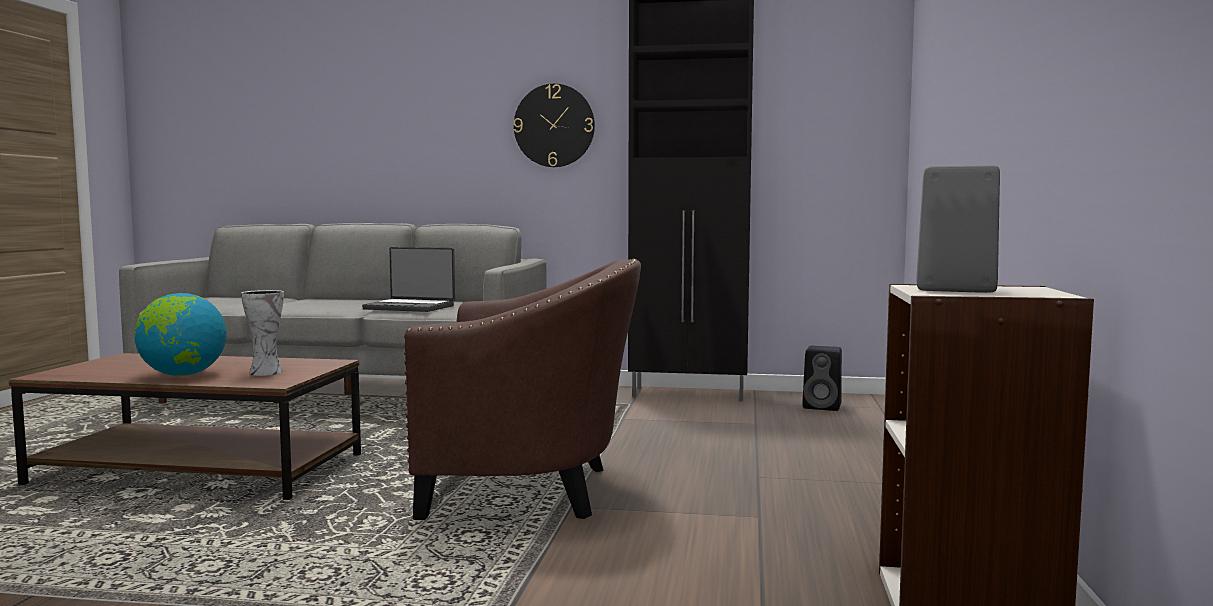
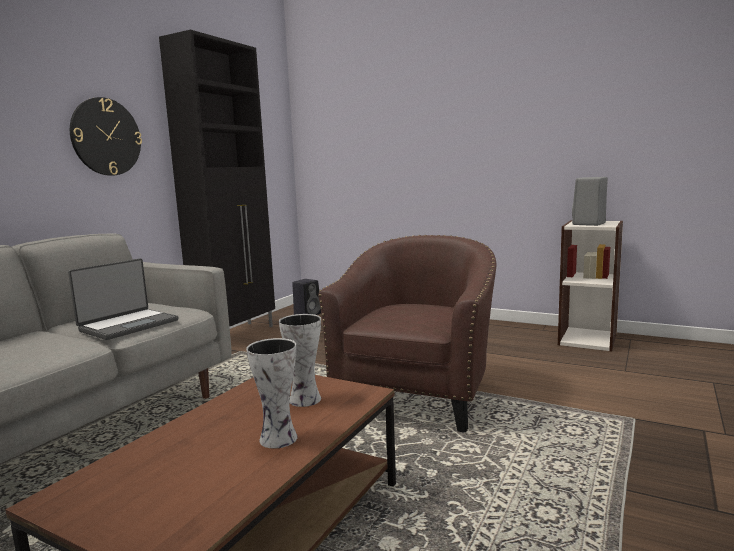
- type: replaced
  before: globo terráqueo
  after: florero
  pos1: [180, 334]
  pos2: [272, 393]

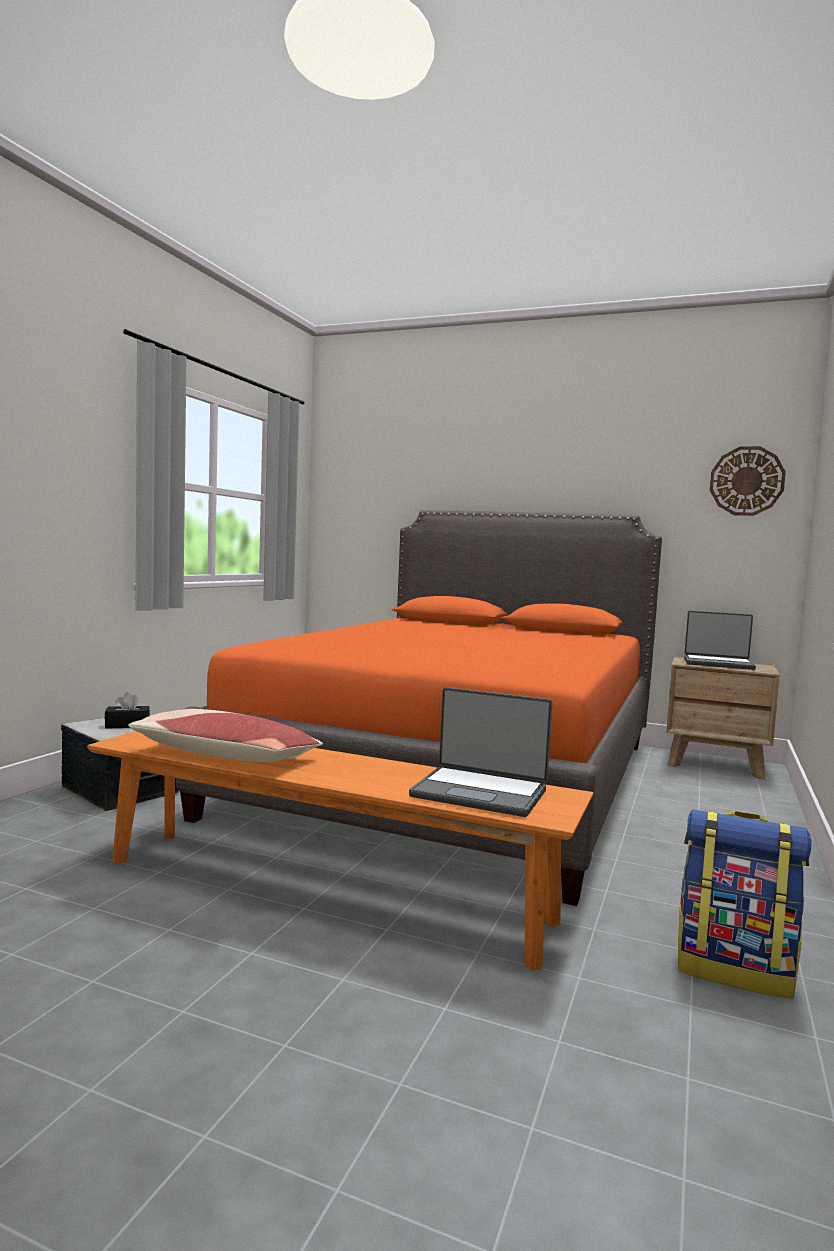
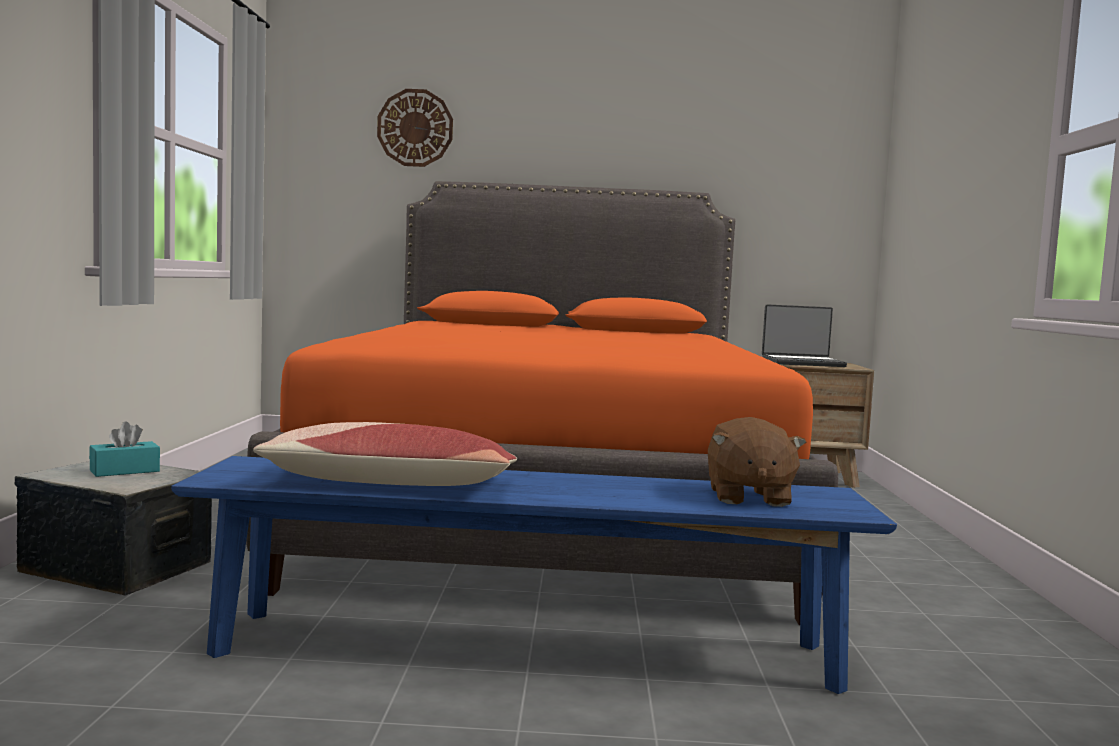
- type: moved
  before: reloj de pared
  pos1: [748, 481]
  pos2: [415, 128]
- type: replaced
  before: portátil
  after: peluche (marrón)
  pos1: [481, 752]
  pos2: [757, 462]
- type: recoloured
  before: caja de pañuelos (negro)
  after: caja de pañuelos (turquesa)
  pos1: [127, 710]
  pos2: [124, 449]
- type: recoloured
  before: banco (naranja)
  after: banco (azul)
  pos1: [340, 850]
  pos2: [534, 575]
- type: removed
  before: mochila
  pos1: [745, 904]

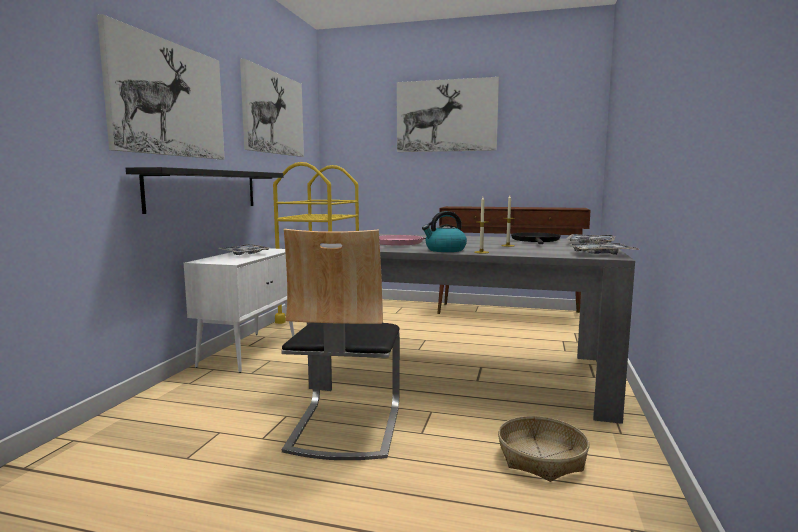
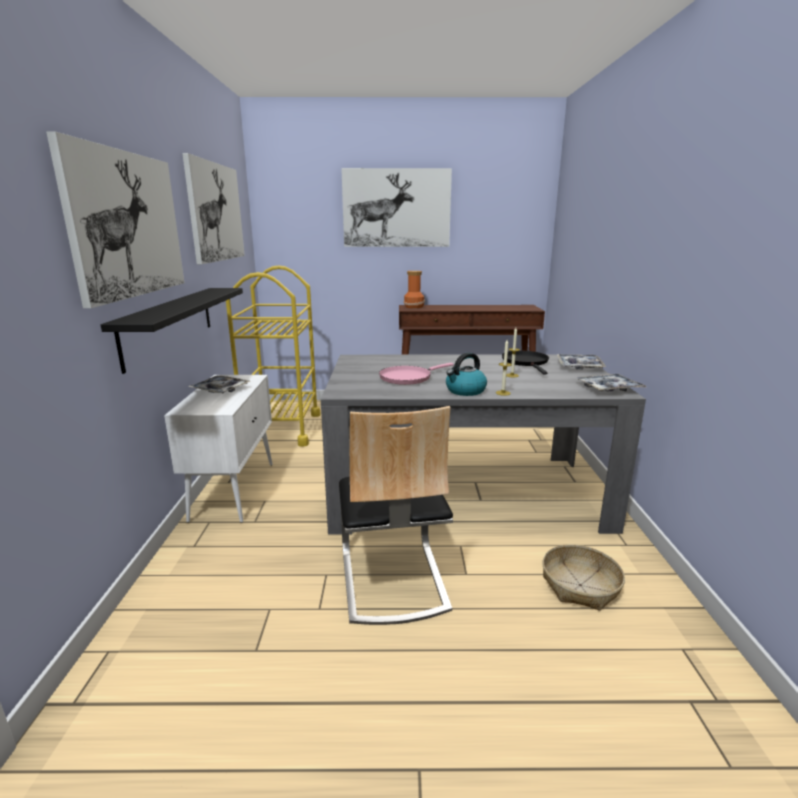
- type: added
  after: florero
  pos2: [414, 289]

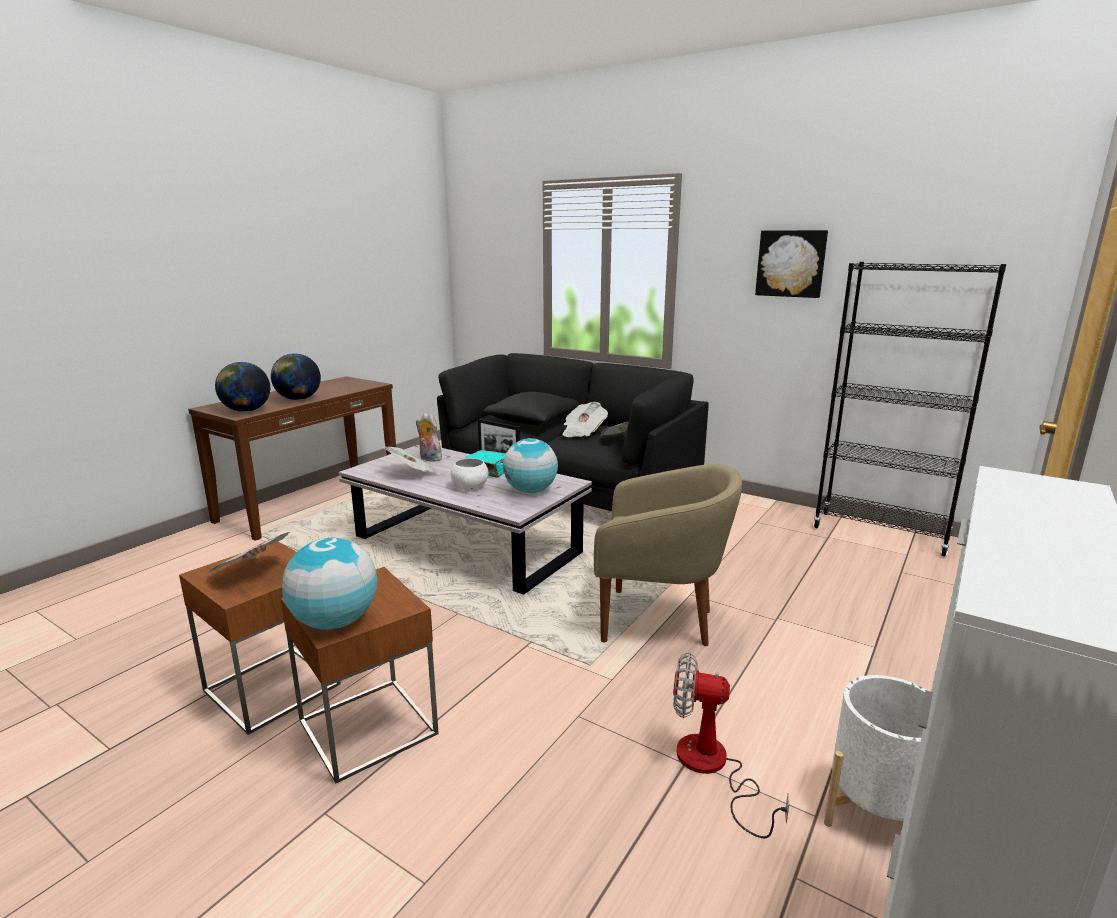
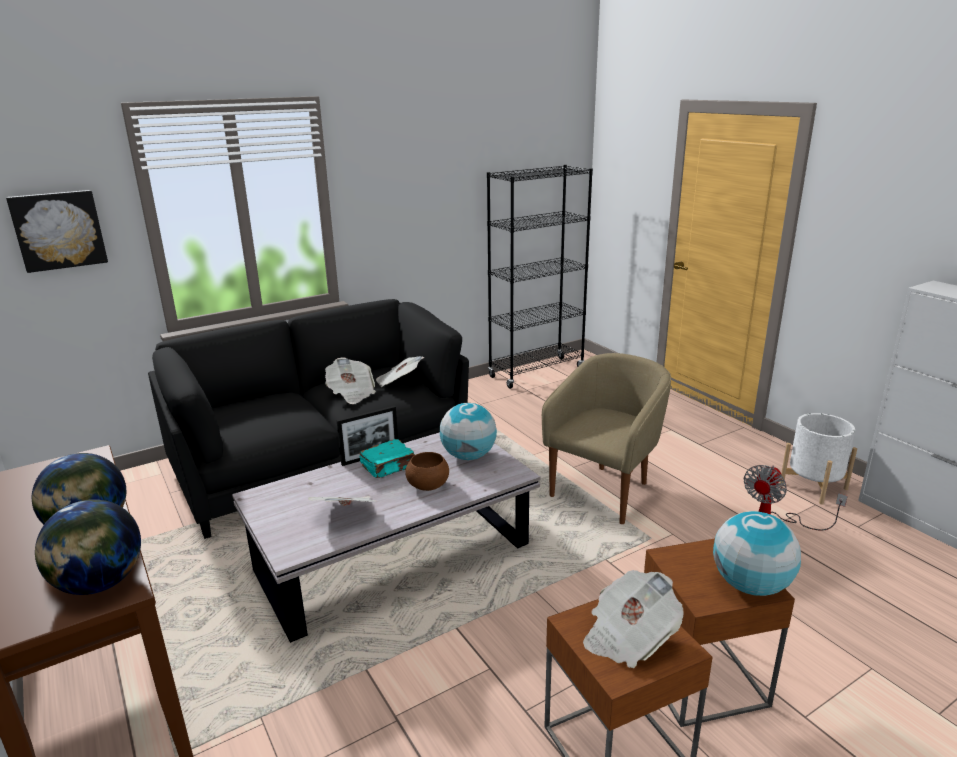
- type: moved
  before: cuadro
  pos1: [791, 264]
  pos2: [57, 231]
- type: removed
  before: cojín (negro)
  pos1: [531, 408]
- type: removed
  before: peluche
  pos1: [429, 437]
- type: recoloured
  before: cuenco (blanco)
  after: cuenco (marrón)
  pos1: [470, 474]
  pos2: [427, 471]

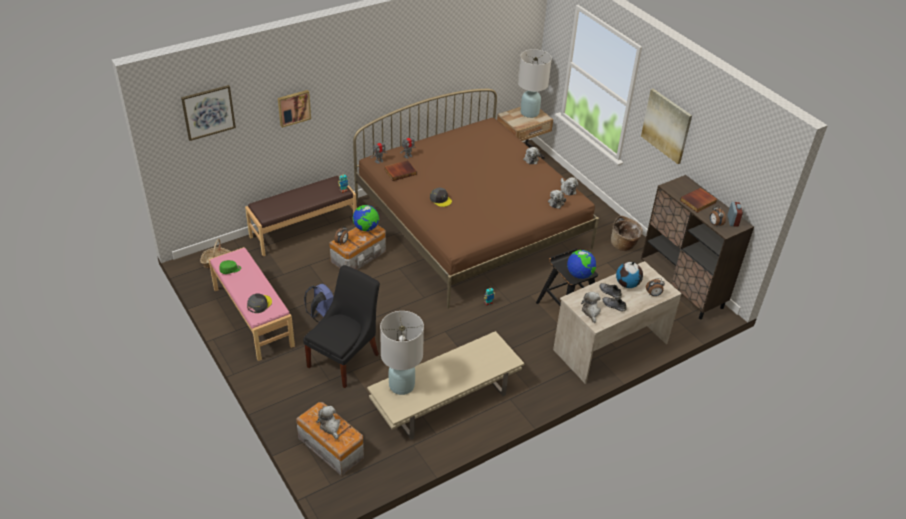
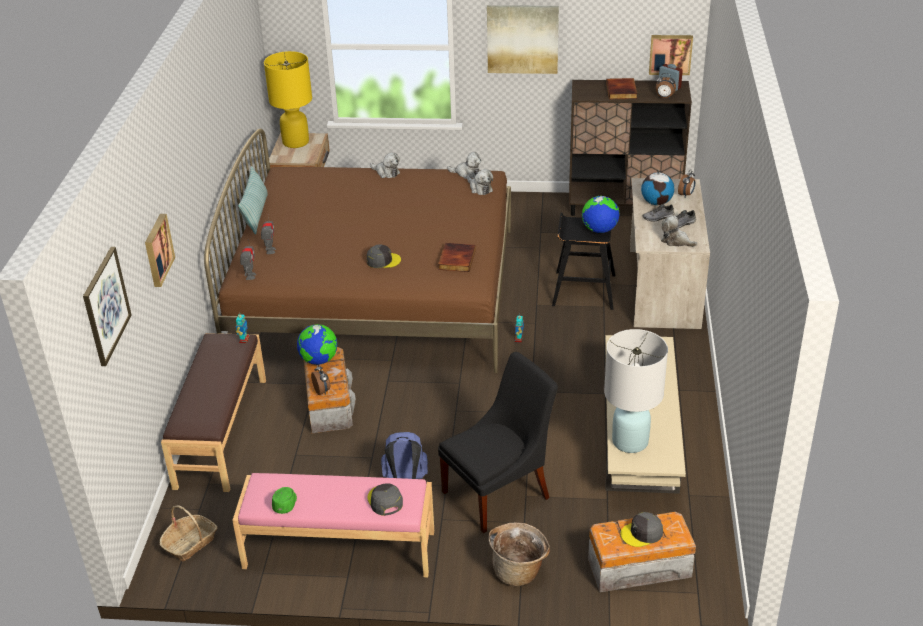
- type: recoloured
  before: lámpara de mesa (blanco)
  after: lámpara de mesa (amarillo)
  pos1: [535, 83]
  pos2: [288, 99]
- type: moved
  before: libro
  pos1: [400, 170]
  pos2: [457, 257]
- type: moved
  before: cesta
  pos1: [627, 233]
  pos2: [519, 554]
- type: turned
  before: silla (negro)
  pos1: [341, 326]
  pos2: [498, 442]
  turn: 75
- type: replaced
  before: peluche
  after: gorra (gris)
  pos1: [328, 422]
  pos2: [641, 529]
- type: added
  after: cuadro
  pos2: [671, 55]
- type: added
  after: cojín
  pos2: [253, 200]

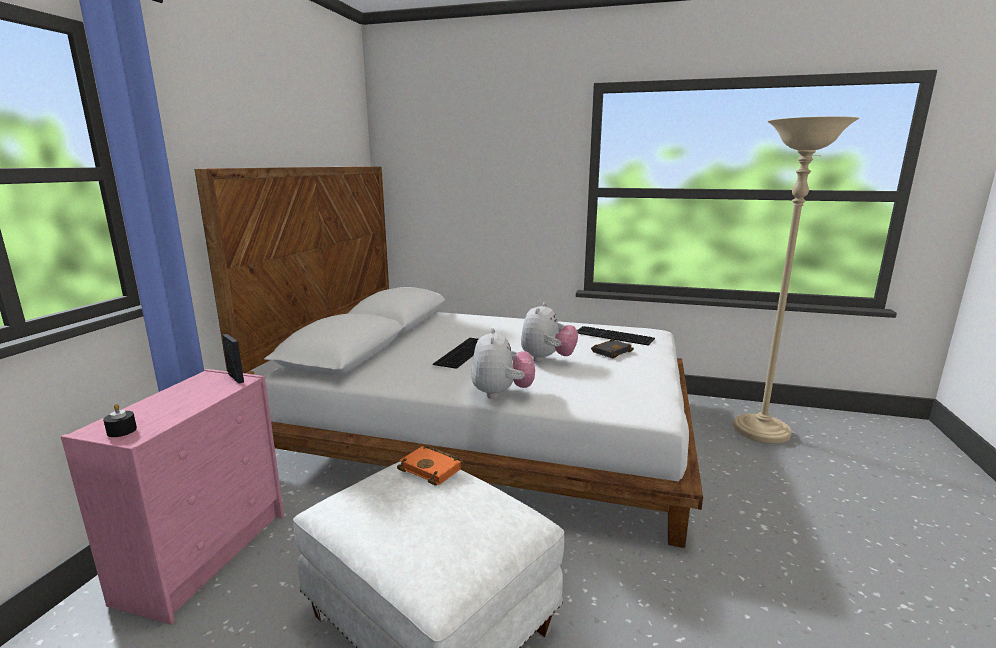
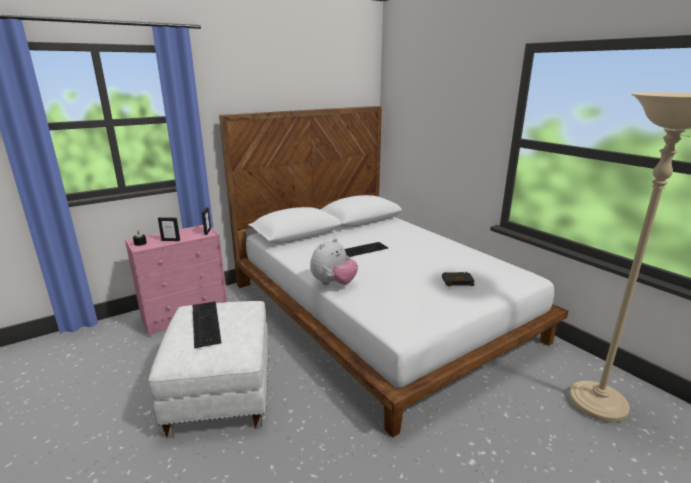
- type: removed
  before: peluche
  pos1: [549, 332]
- type: moved
  before: teclado
  pos1: [616, 336]
  pos2: [207, 324]
- type: removed
  before: libro (naranja)
  pos1: [430, 465]
- type: added
  after: portarretratos
  pos2: [169, 229]

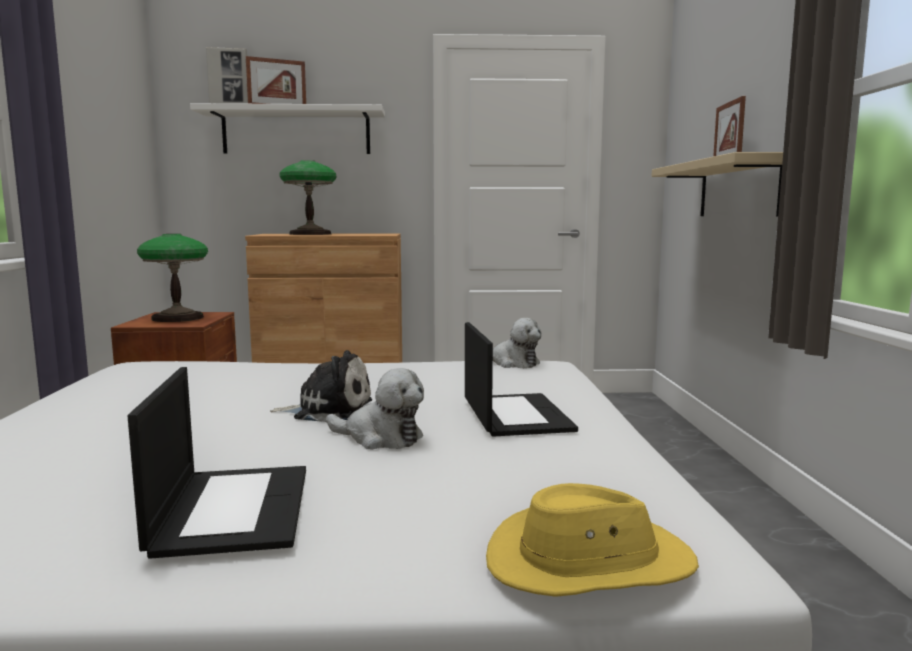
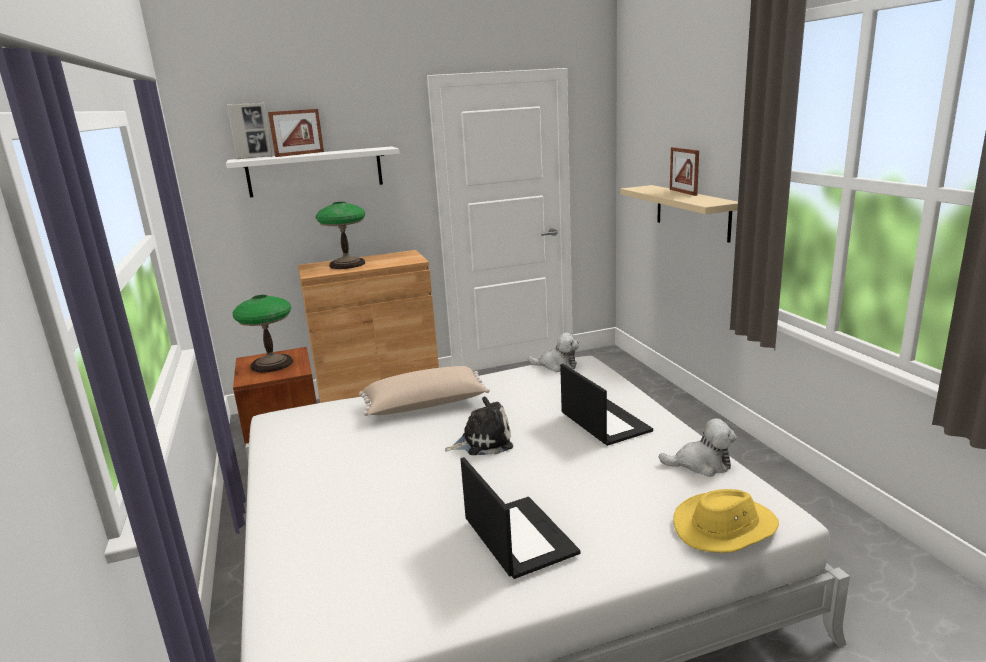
- type: moved
  before: peluche
  pos1: [375, 408]
  pos2: [698, 447]
- type: added
  after: cojín (beis)
  pos2: [424, 391]

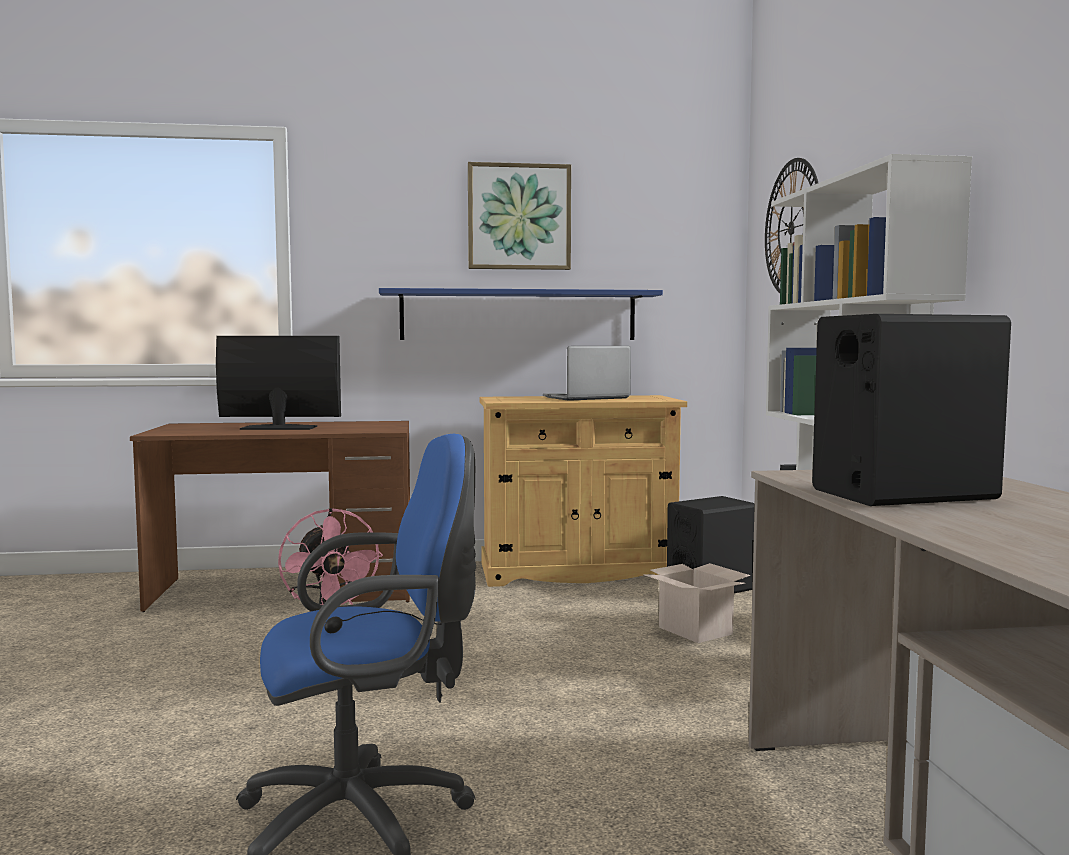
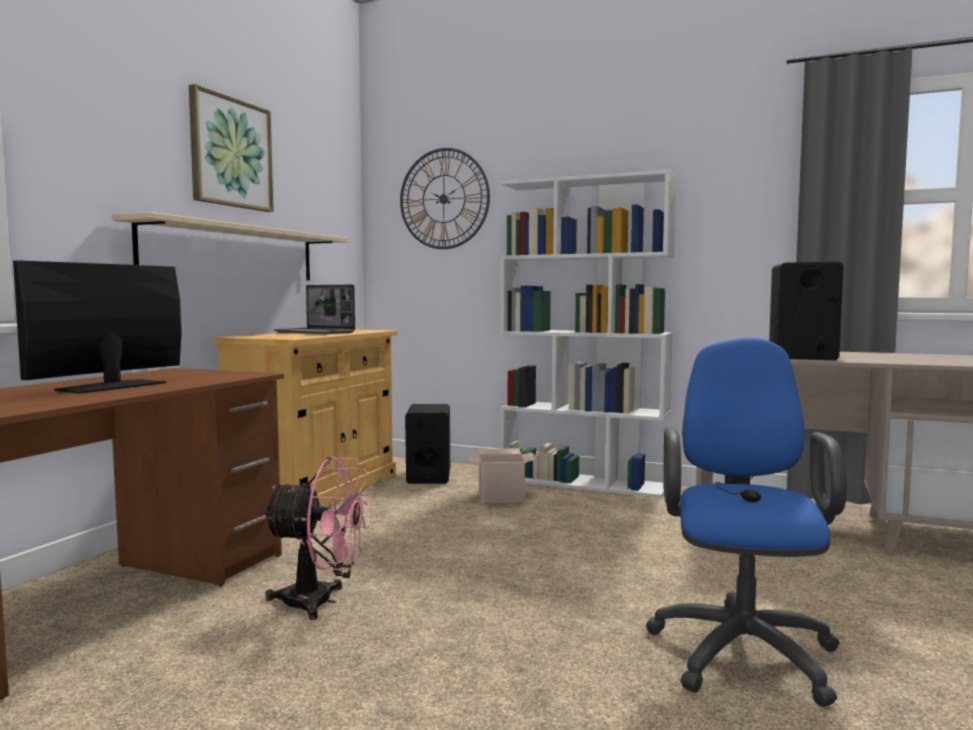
- type: recoloured
  before: estante (azul)
  after: estante (beis)
  pos1: [521, 314]
  pos2: [230, 246]
- type: turned
  before: portátil
  pos1: [587, 373]
  pos2: [314, 309]
  turn: -60

